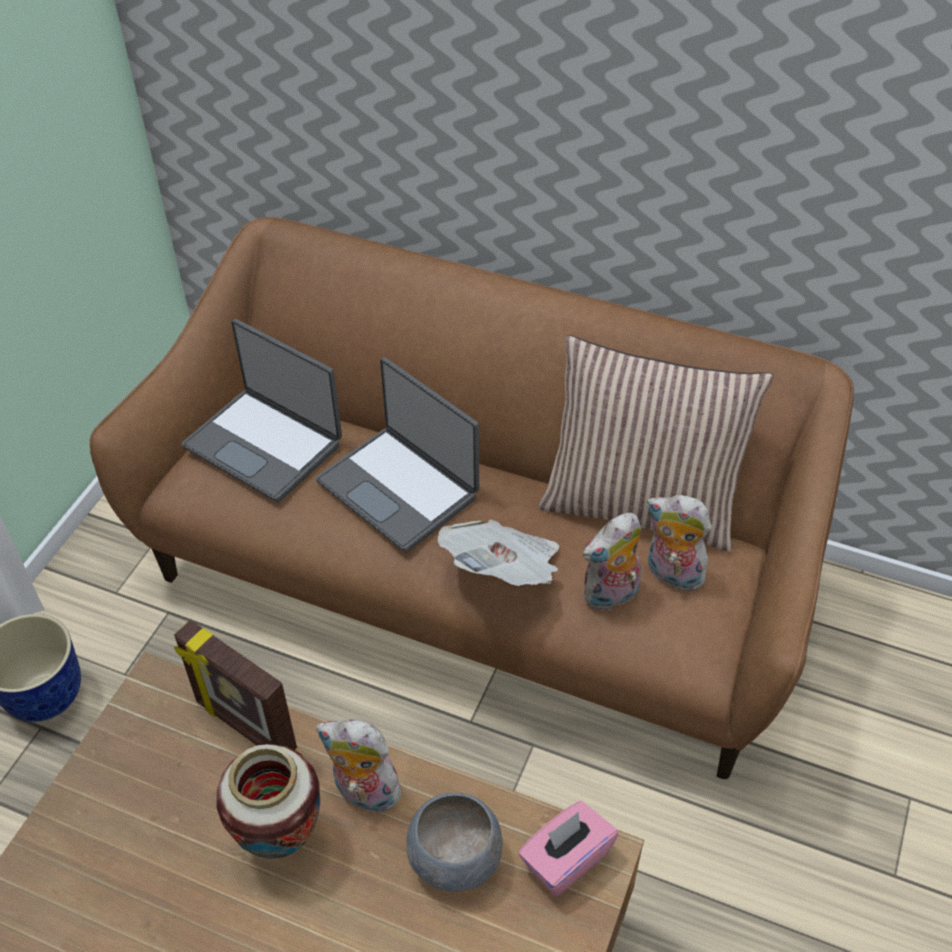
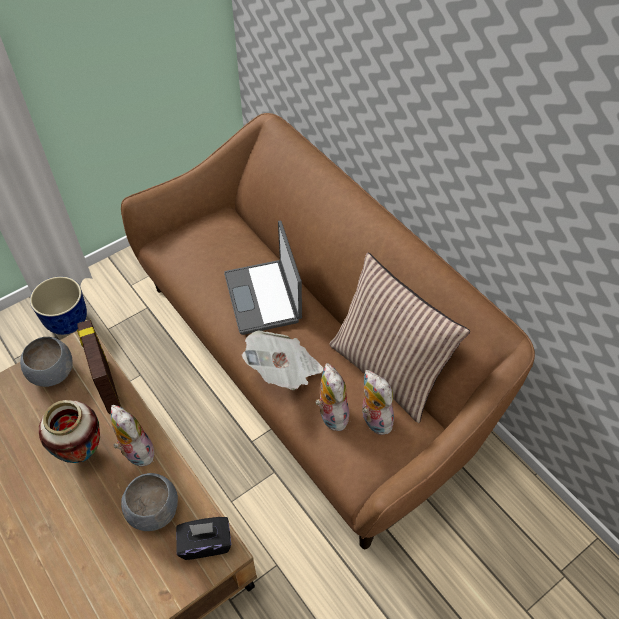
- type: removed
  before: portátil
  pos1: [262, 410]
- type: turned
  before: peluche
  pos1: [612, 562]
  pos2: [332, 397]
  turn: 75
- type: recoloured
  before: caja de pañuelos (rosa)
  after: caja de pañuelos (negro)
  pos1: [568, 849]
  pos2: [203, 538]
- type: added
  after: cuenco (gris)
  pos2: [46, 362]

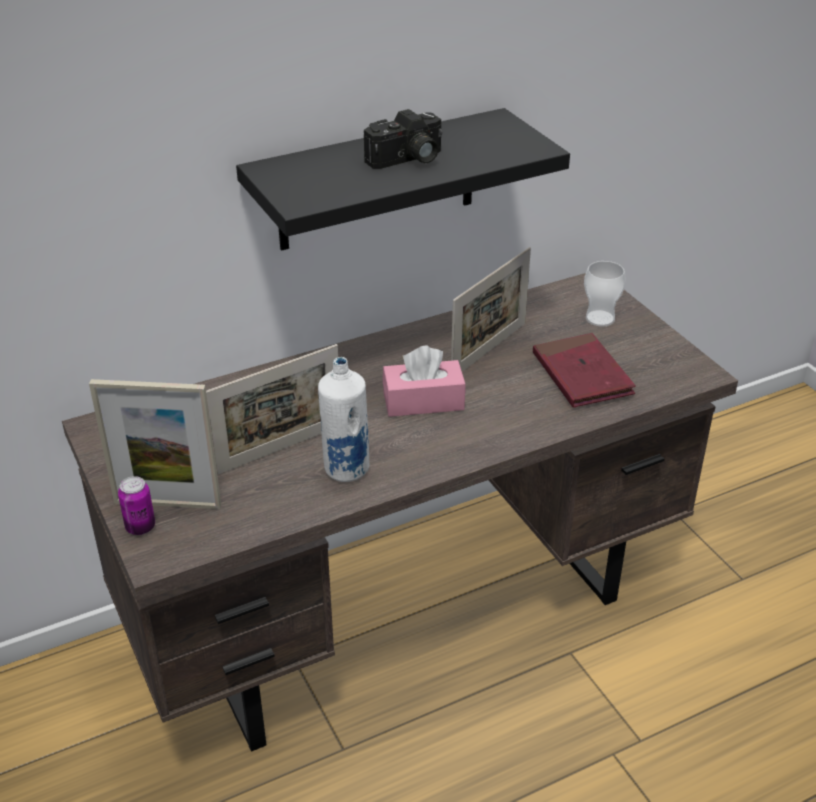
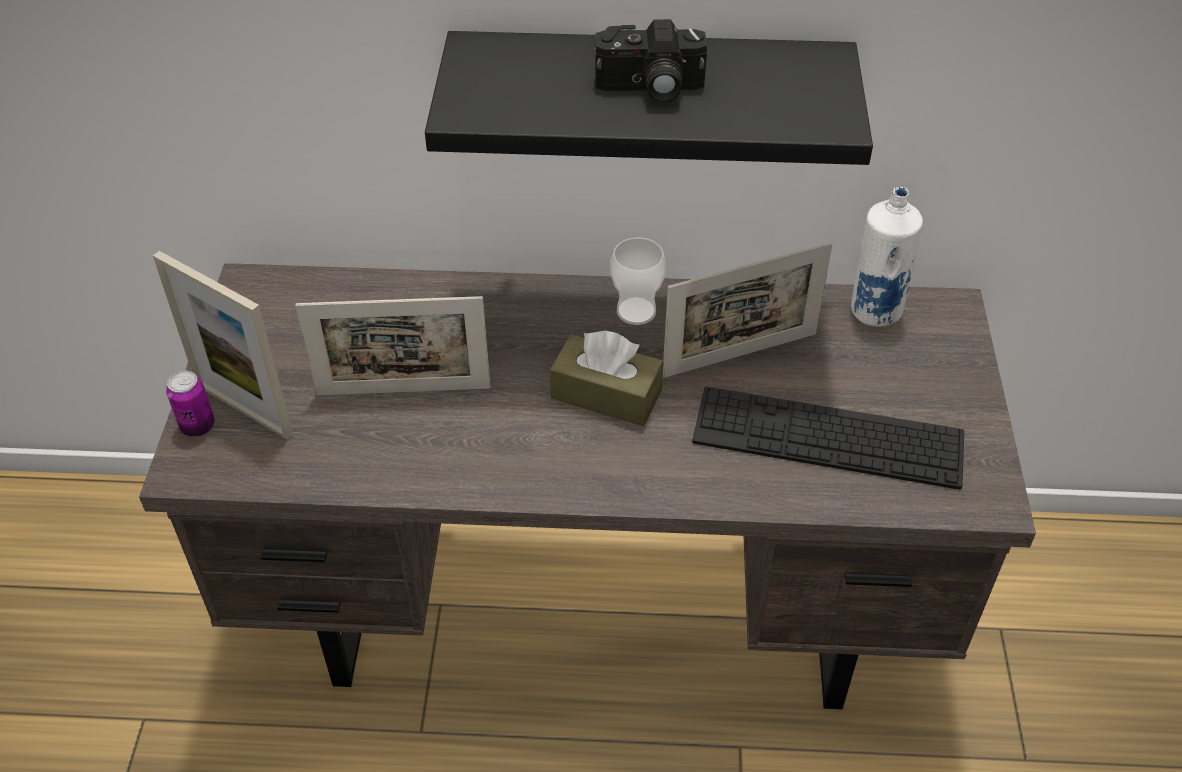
- type: moved
  before: taza
  pos1: [605, 294]
  pos2: [638, 281]
- type: replaced
  before: libro (rojo)
  after: teclado
  pos1: [584, 370]
  pos2: [828, 438]
- type: recoloured
  before: caja de pañuelos (rosa)
  after: caja de pañuelos (marrón)
  pos1: [424, 381]
  pos2: [607, 378]
- type: moved
  before: botella (blanco)
  pos1: [343, 419]
  pos2: [887, 257]

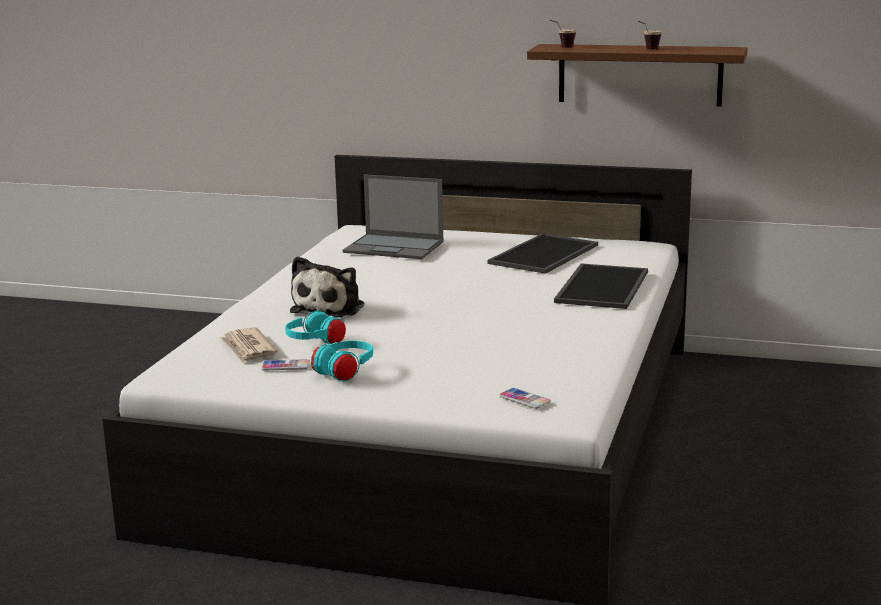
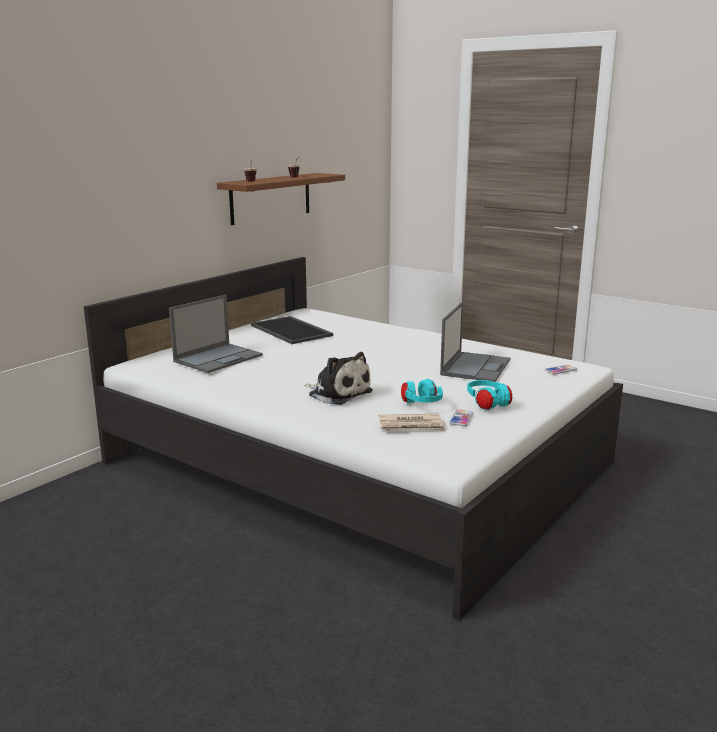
- type: removed
  before: bandeja
  pos1: [601, 286]
- type: added
  after: portátil
  pos2: [475, 342]

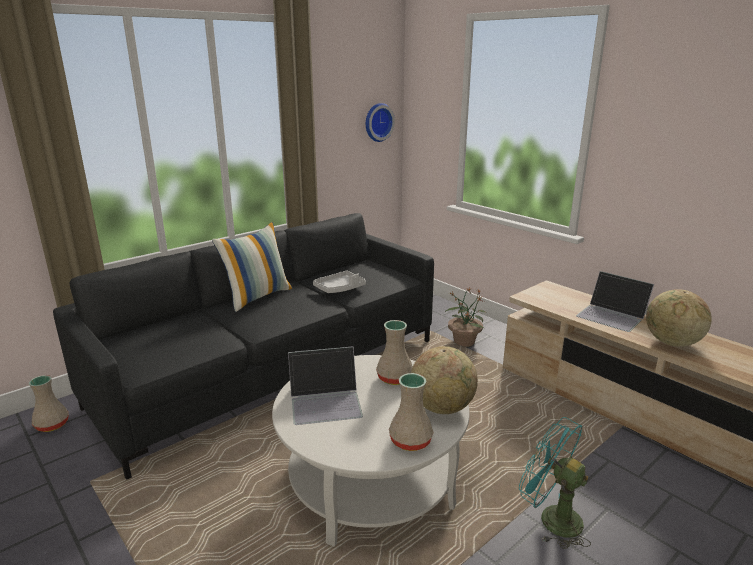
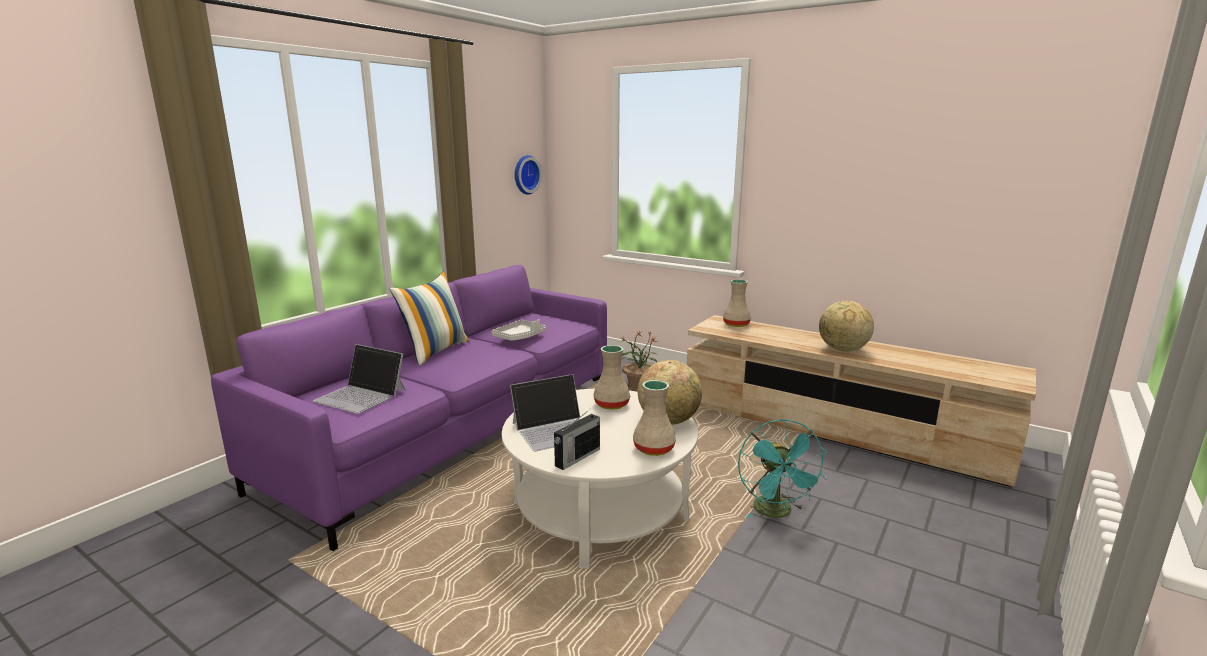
- type: recoloured
  before: sofá (negro)
  after: sofá (morado)
  pos1: [243, 346]
  pos2: [409, 408]
- type: moved
  before: portátil
  pos1: [615, 301]
  pos2: [359, 379]
- type: moved
  before: florero (beis)
  pos1: [49, 403]
  pos2: [737, 303]
- type: turned
  before: ventilador (turquesa)
  pos1: [555, 483]
  pos2: [783, 468]
  turn: -120
- type: added
  after: radio
  pos2: [577, 439]

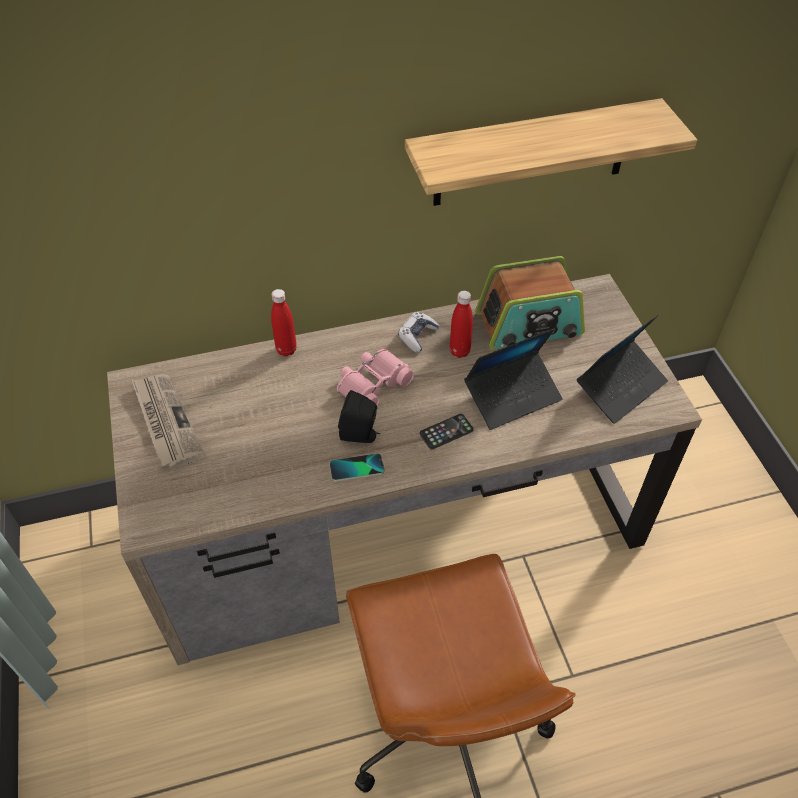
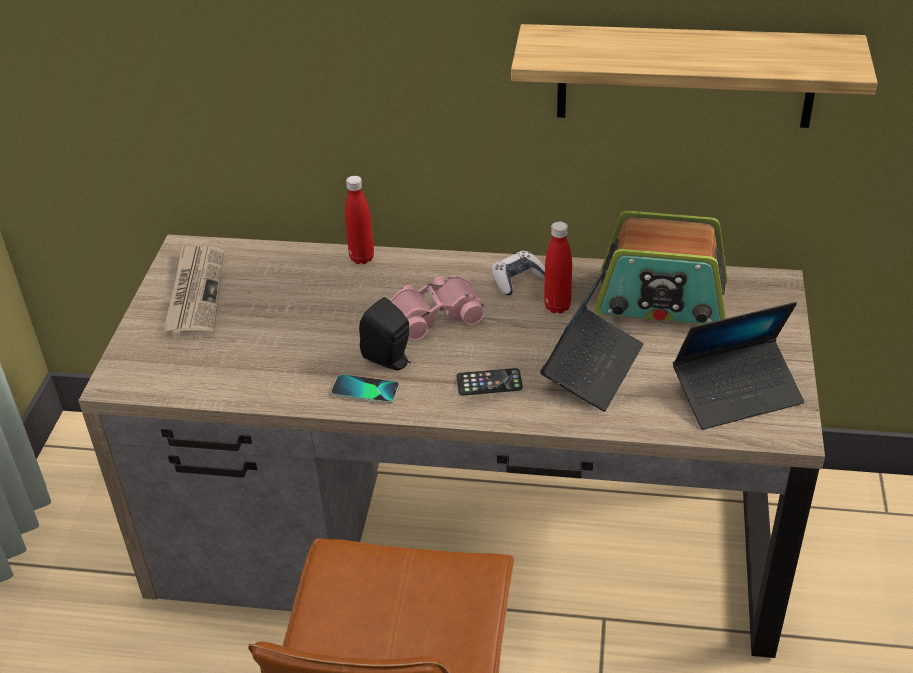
- type: turned
  before: portátil
  pos1: [513, 379]
  pos2: [592, 337]
  turn: -60

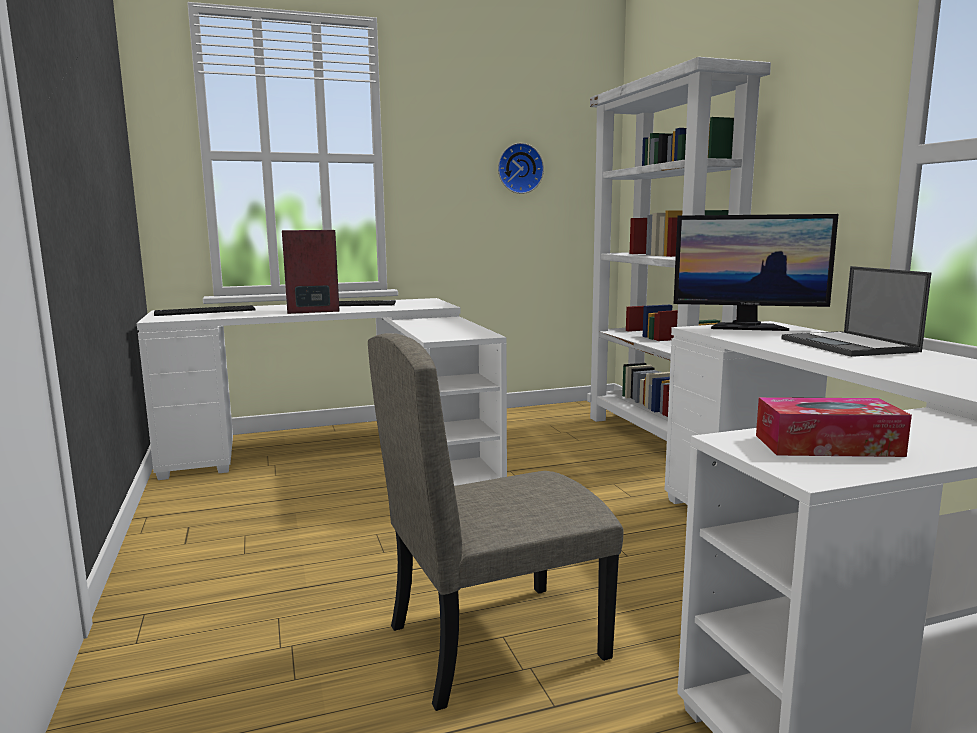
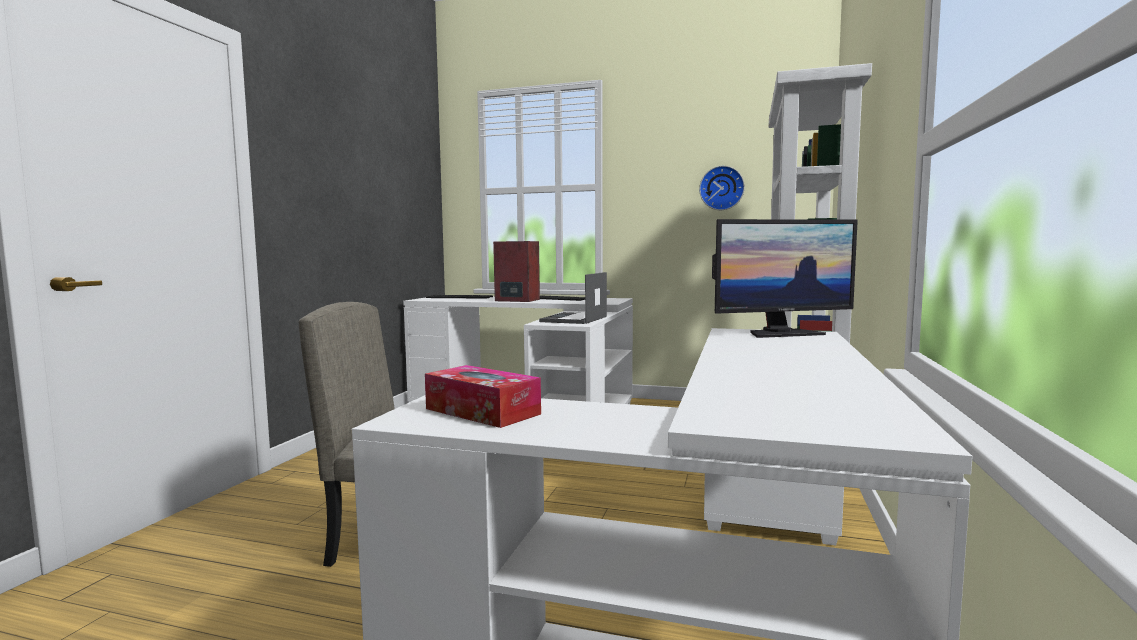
- type: turned
  before: monitor
  pos1: [756, 272]
  pos2: [785, 278]
  turn: -60
- type: moved
  before: portátil
  pos1: [856, 311]
  pos2: [573, 298]

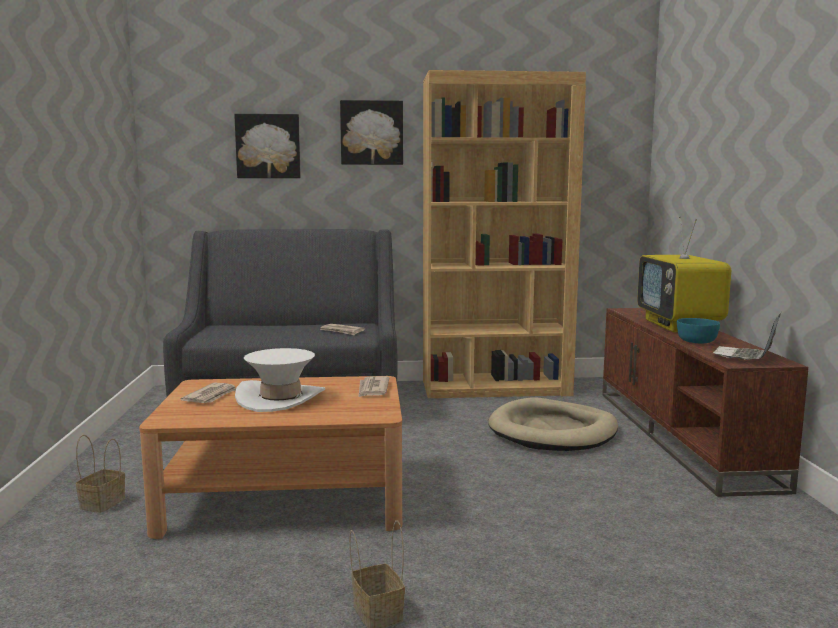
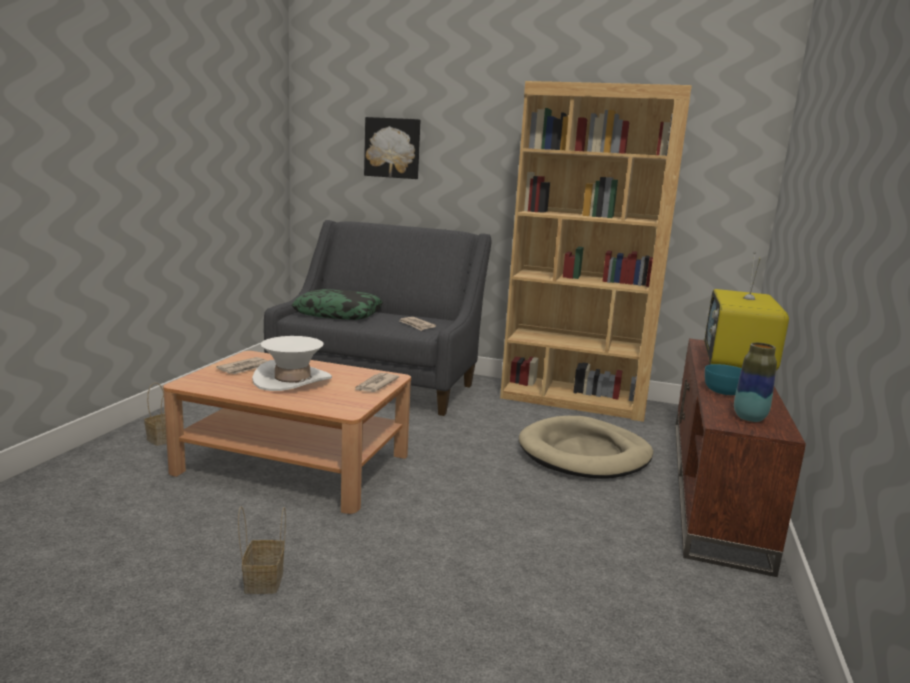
- type: removed
  before: cuadro
  pos1: [371, 132]
- type: replaced
  before: portátil
  after: florero
  pos1: [747, 335]
  pos2: [755, 382]
- type: added
  after: cojín
  pos2: [337, 304]

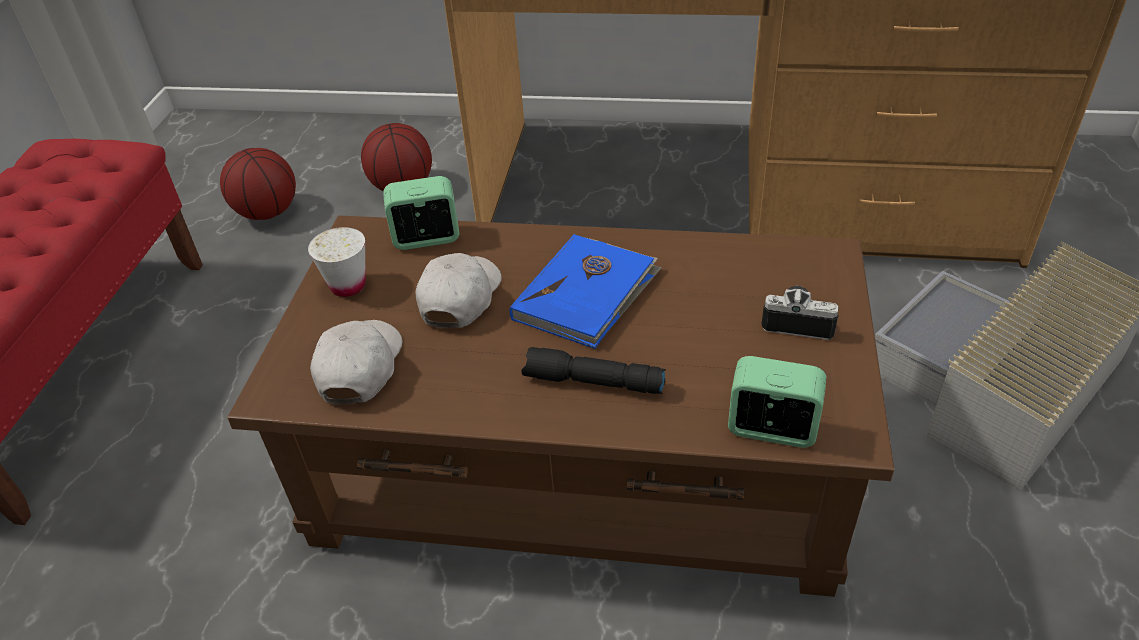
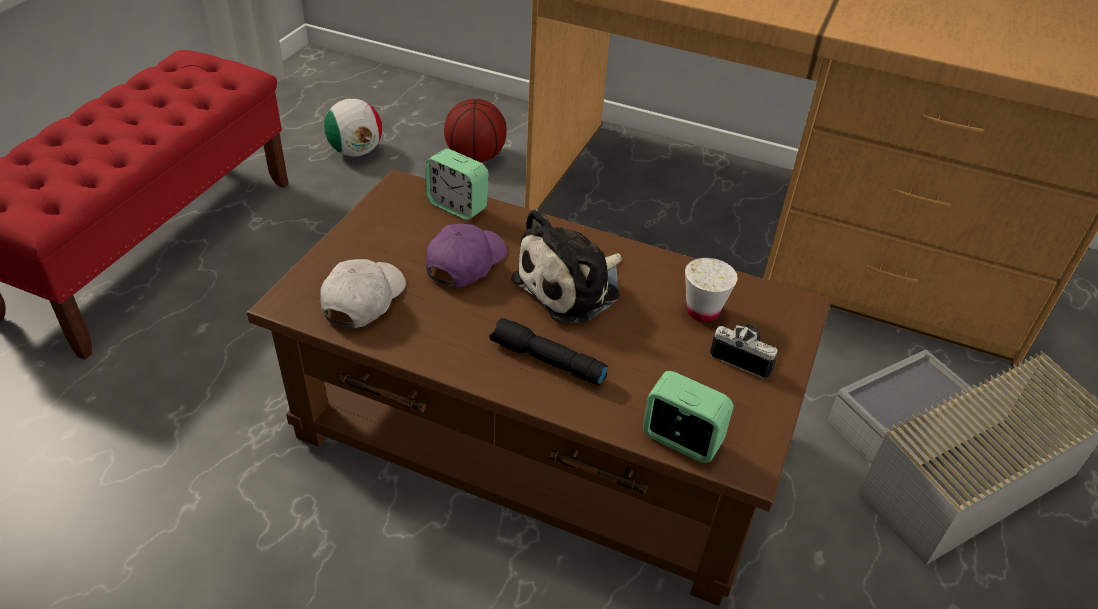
- type: replaced
  before: balón de baloncesto
  after: balón de fútbol
  pos1: [258, 184]
  pos2: [353, 128]
- type: turned
  before: despertador
  pos1: [421, 213]
  pos2: [456, 184]
  turn: -150
- type: moved
  before: taza (blanco)
  pos1: [336, 262]
  pos2: [711, 290]
- type: replaced
  before: libro (azul)
  after: peluche
  pos1: [585, 291]
  pos2: [566, 266]
- type: recoloured
  before: gorra (blanco)
  after: gorra (morado)
  pos1: [458, 290]
  pos2: [466, 256]

